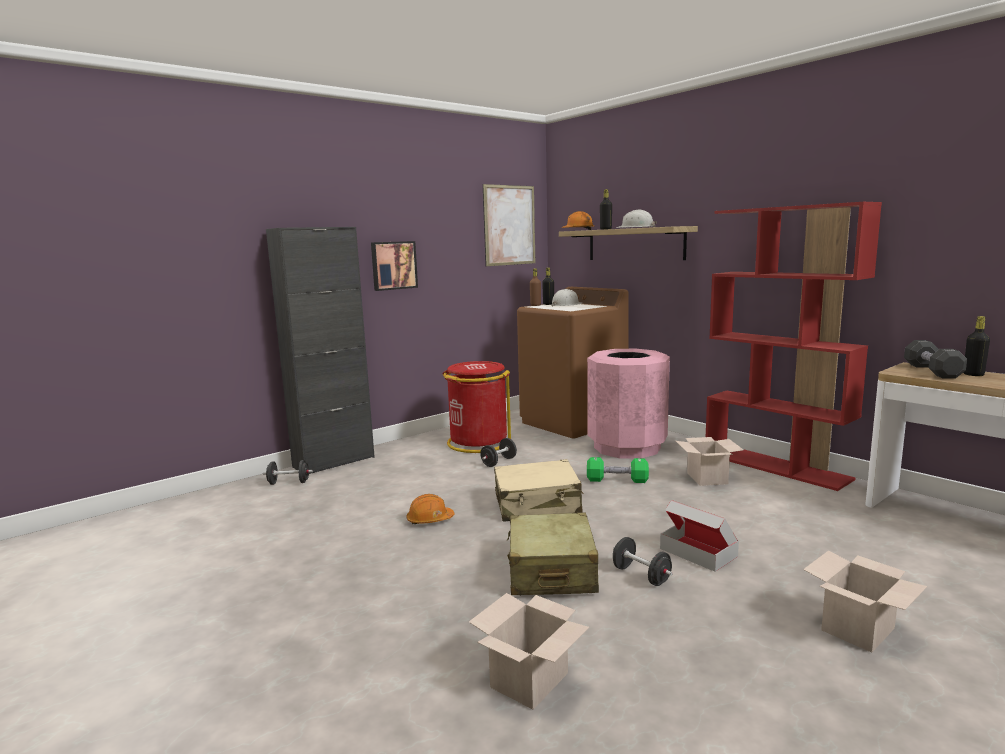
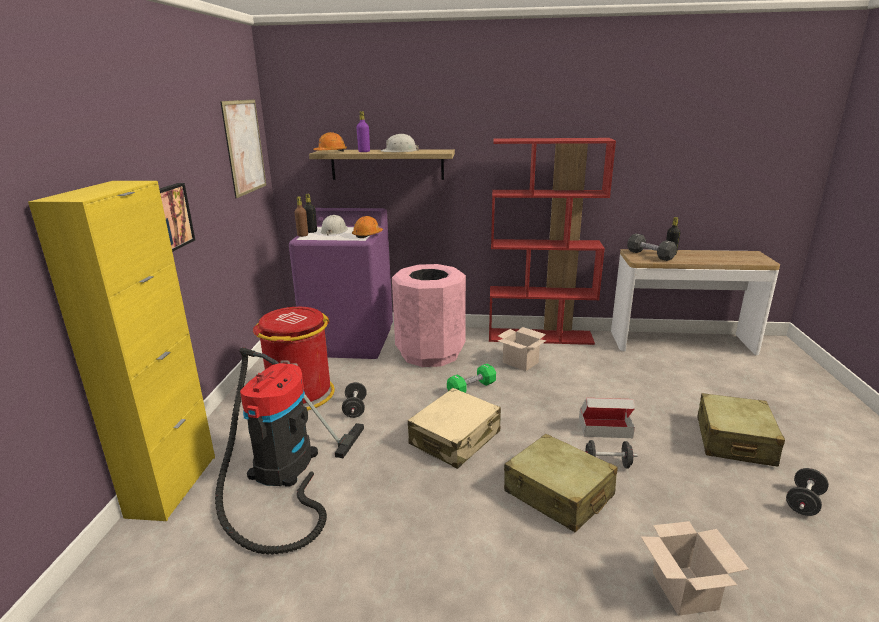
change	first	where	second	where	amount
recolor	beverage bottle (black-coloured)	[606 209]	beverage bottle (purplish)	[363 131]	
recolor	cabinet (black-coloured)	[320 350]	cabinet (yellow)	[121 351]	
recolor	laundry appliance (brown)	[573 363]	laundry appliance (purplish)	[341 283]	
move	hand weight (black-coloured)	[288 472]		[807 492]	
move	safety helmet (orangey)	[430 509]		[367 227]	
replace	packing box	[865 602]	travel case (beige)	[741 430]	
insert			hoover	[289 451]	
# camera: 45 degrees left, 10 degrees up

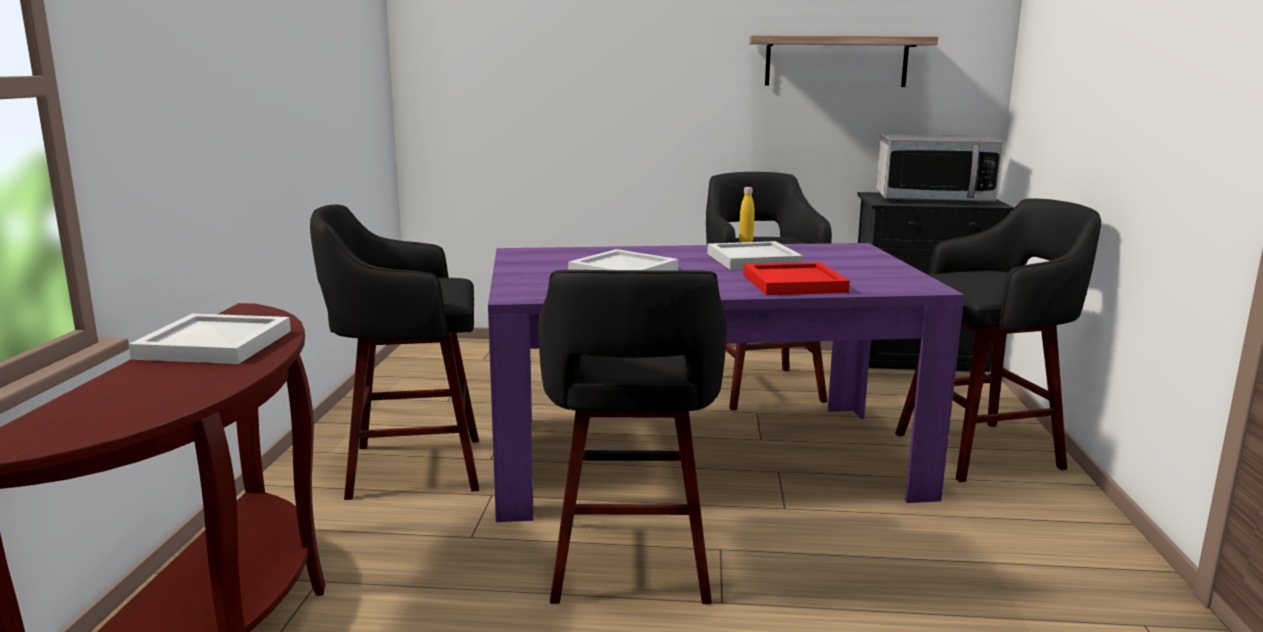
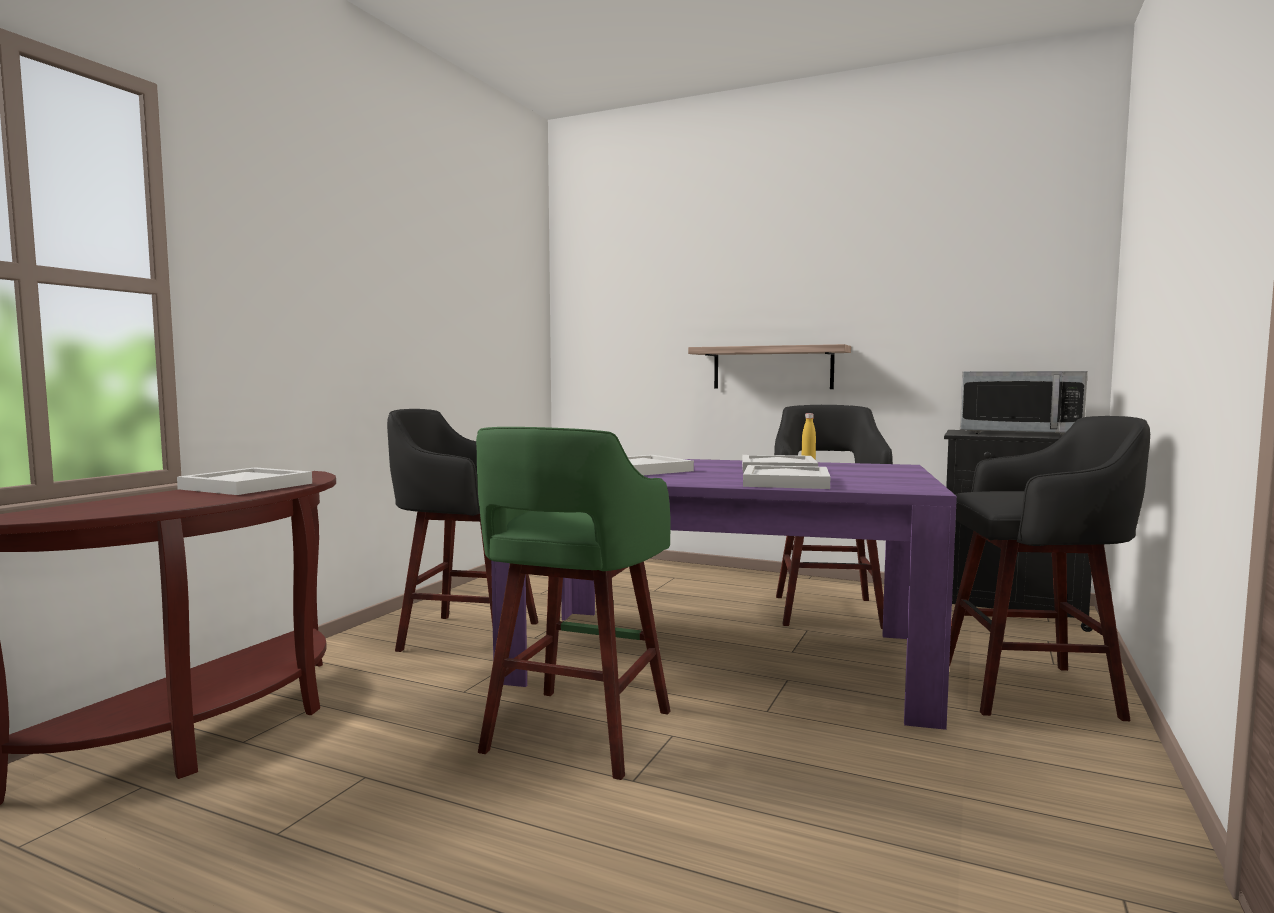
change	first	where	second	where	amount
move	wall shelf	[843 61]		[769 366]	
recolor	carrying tray (reddish)	[796 278]	carrying tray (white-coloured)	[786 477]	
recolor	stool (black-coloured)	[632 437]	stool (green-coloured)	[573 603]	
# camera: 20 degrees right, 10 degrees down

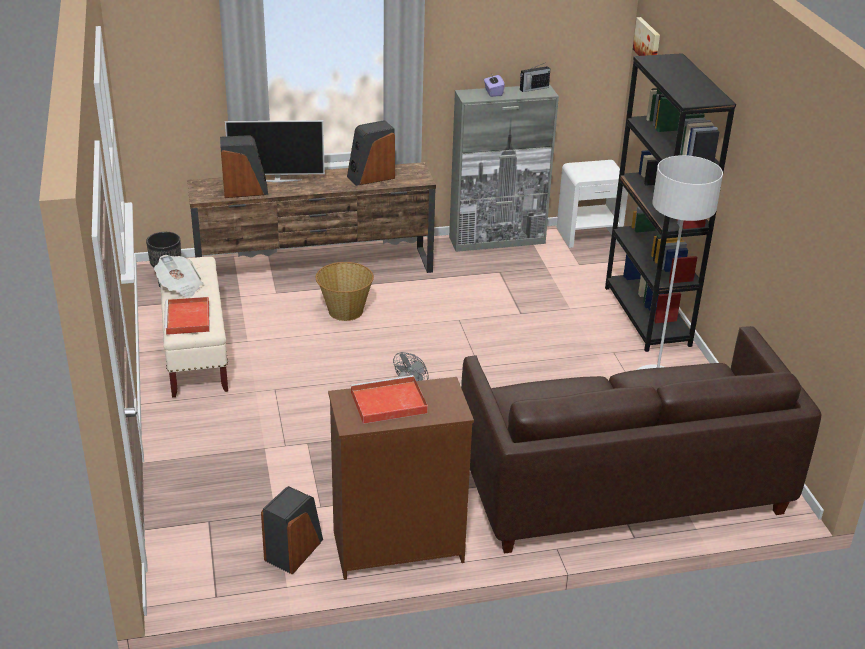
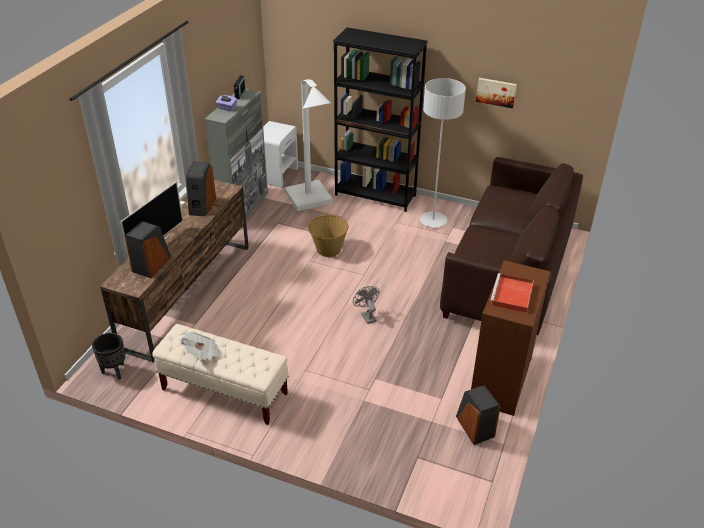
change	first	where	second	where	amount
move	picture	[646 36]		[496 93]	
move	basket	[345 291]		[327 236]	
delete	carrying tray (reddish)	[187 316]			
insert			floor lamp (white-coloured)	[309 145]	
# camera: 55 degrees left, 5 degrees up

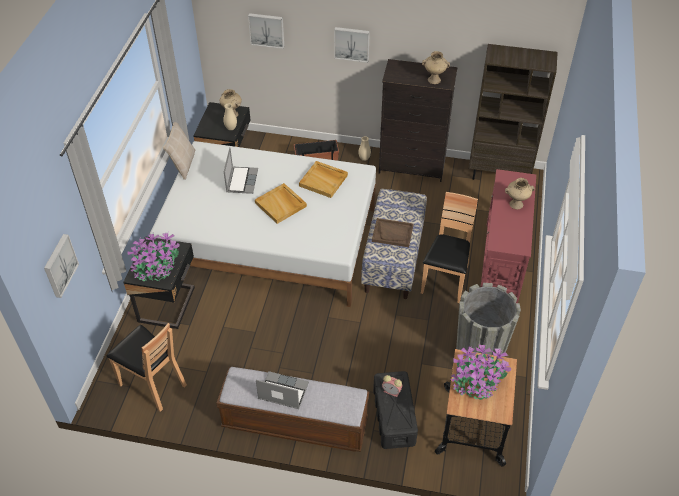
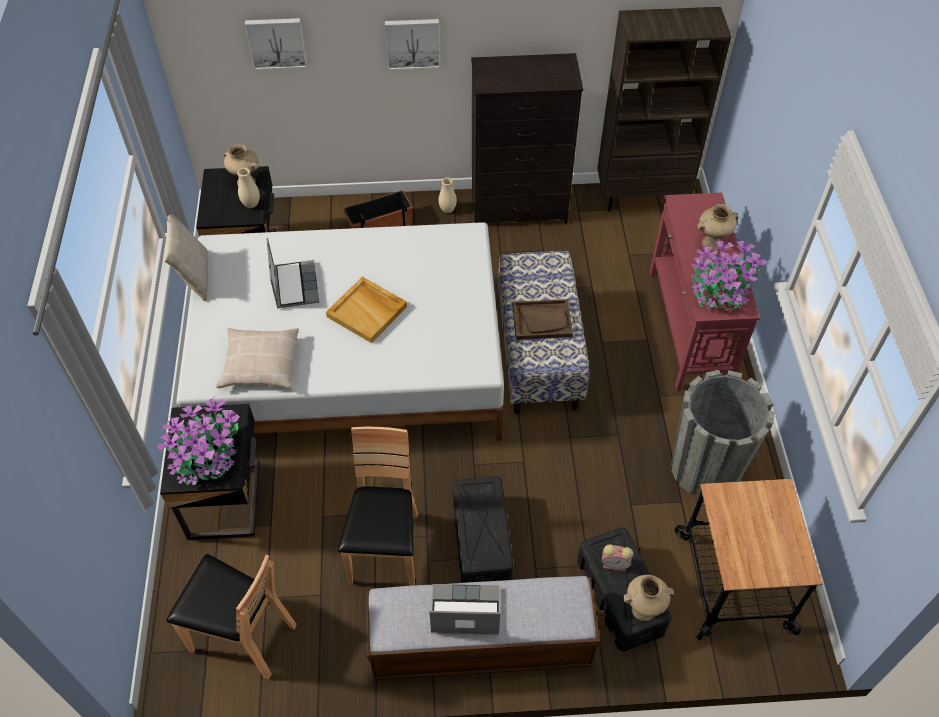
change	first	where	second	where	amount
move	decorative vase (beige)	[436 67]		[648 598]	
delete	carrying tray (beige)	[323 179]			
move	upright chair (brown)	[449 247]		[378 506]	
delete	picture	[61 266]			
move	houseplant	[481 372]		[728 274]	
insert			cushion (beige)	[257 358]	
insert			storage container (black-coloured)	[483 529]	
# camera: 15 degrees left, 5 degrees up

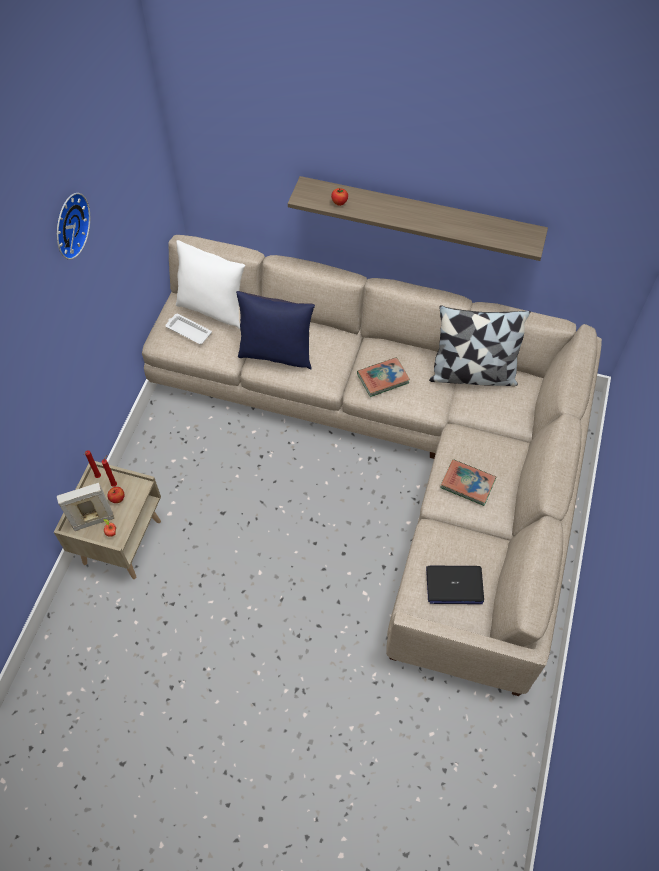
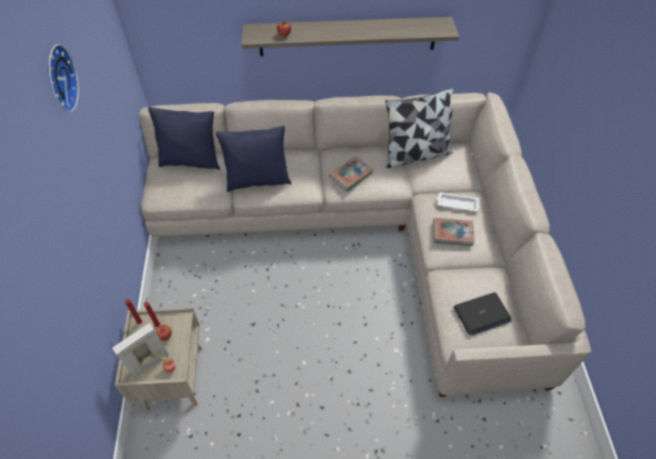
change	first	where	second	where	amount
recolor	cushion (white-coloured)	[210 284]	cushion (bluish)	[184 138]	
move	carrying tray (white-coloured)	[188 329]		[458 202]	
# camera: 20 degrees left, 5 degrees down

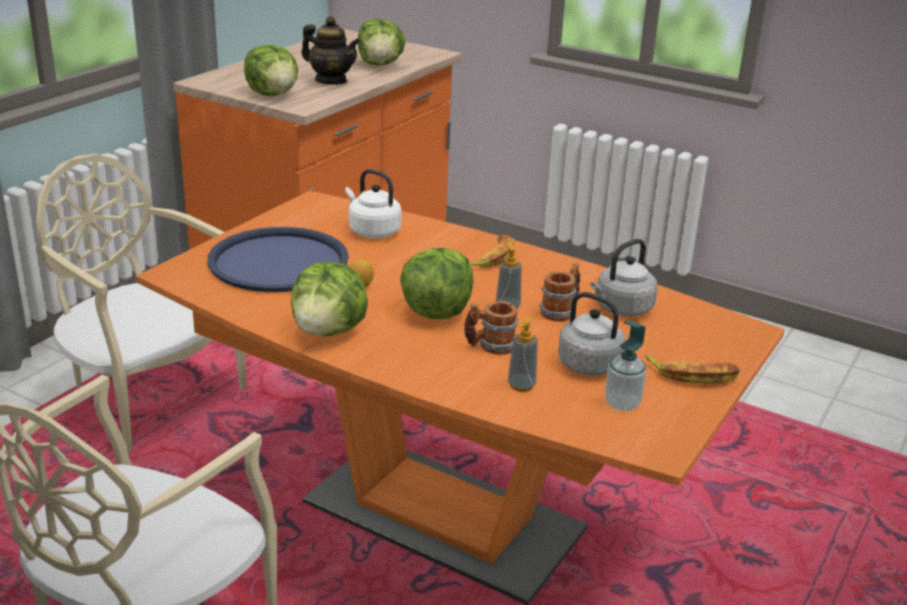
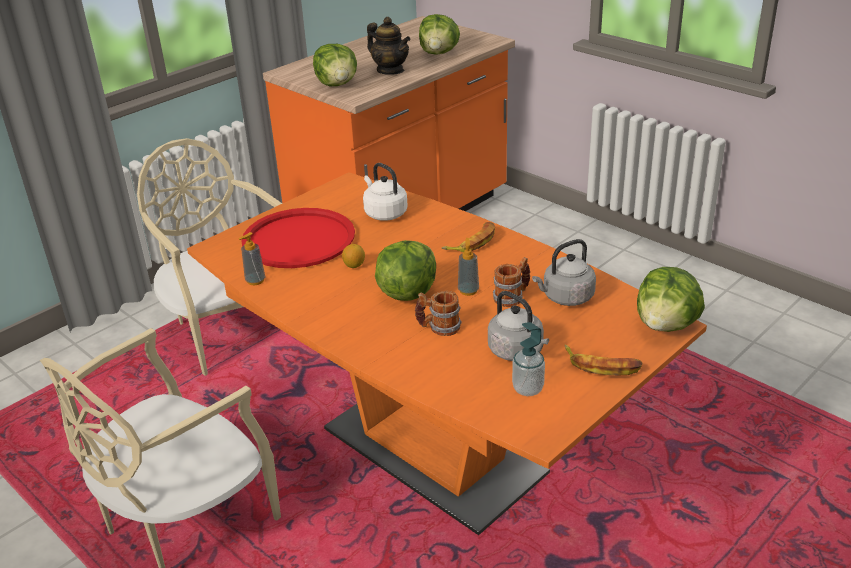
change	first	where	second	where	amount
recolor	carrying tray (bluish)	[278 259]	carrying tray (reddish)	[298 238]	
move	head of lettuce	[329 299]		[671 299]	
move	soap dispenser	[523 354]		[252 258]	
# camera: 15 degrees right, 5 degrees up

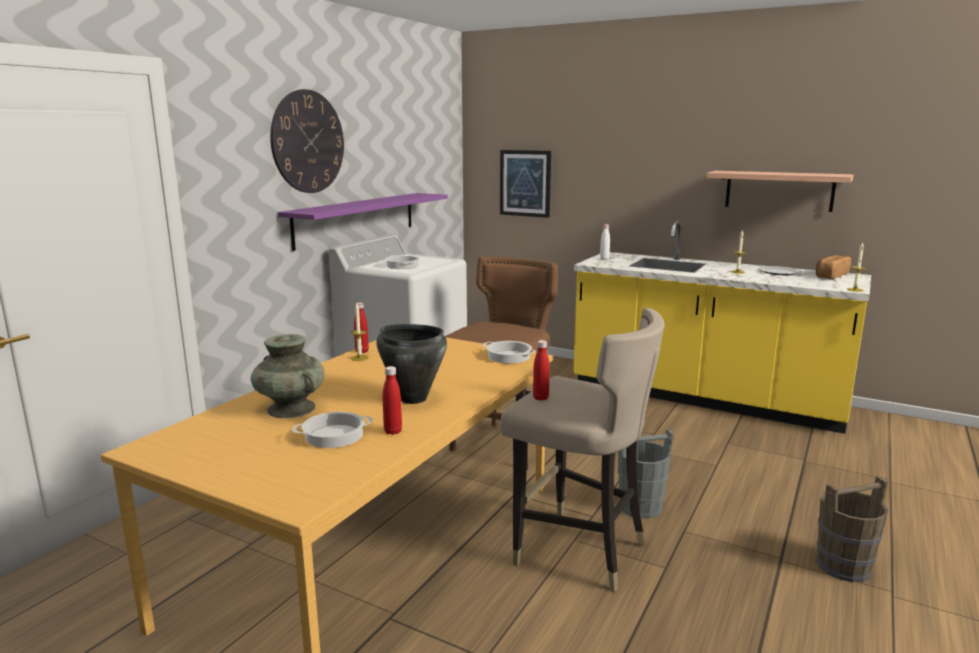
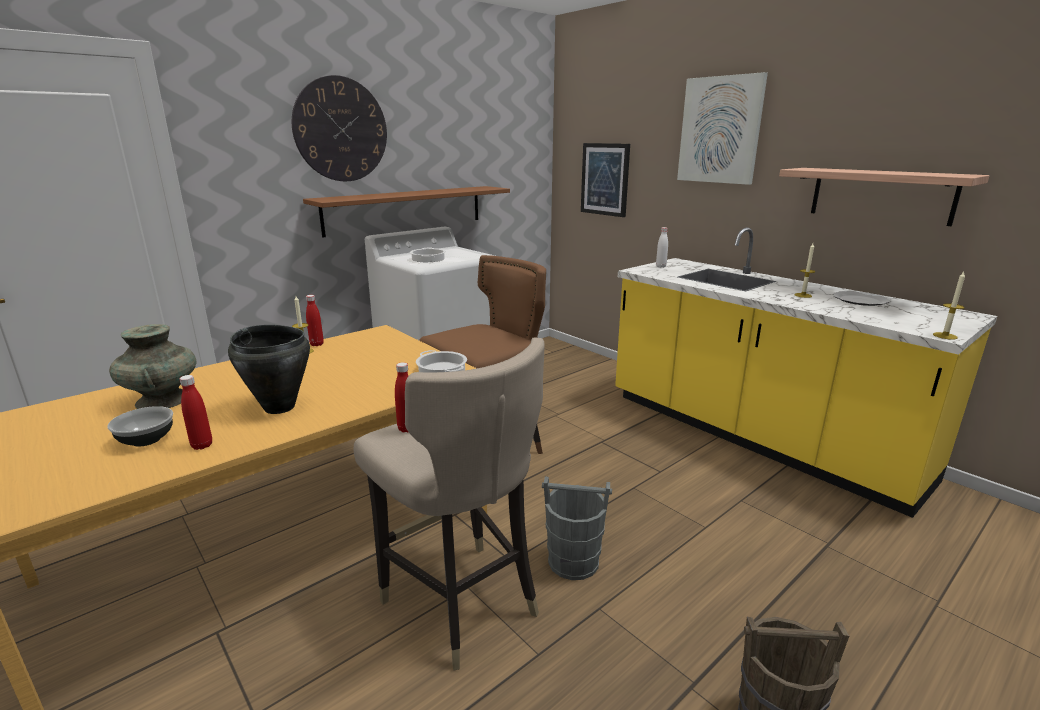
change	first	where	second	where	amount
recolor	wall shelf (purplish)	[363 222]	wall shelf (brown)	[406 212]	
delete	bread	[833 267]			
replace	cooking pot	[332 430]	serving bowl	[140 426]	
insert			picture	[722 128]	
# camera: 20 degrees right, 5 degrees up

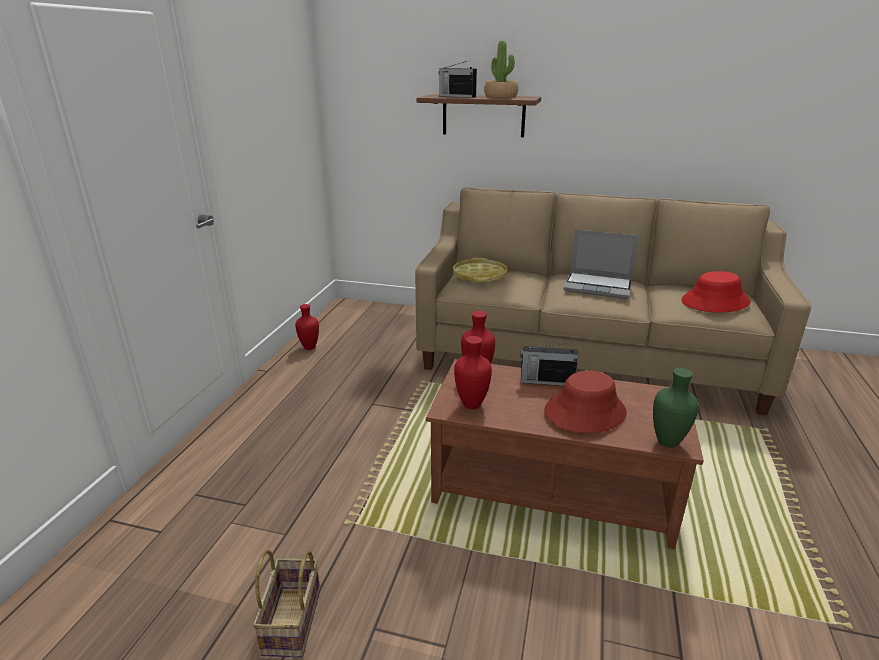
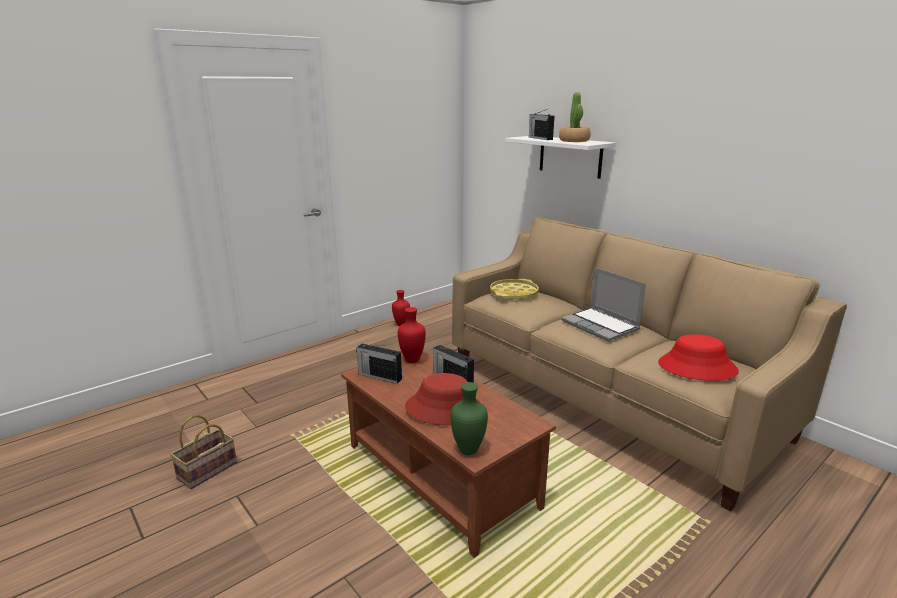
change	first	where	second	where	amount
recolor	wall shelf (brown)	[479 115]	wall shelf (white-coloured)	[560 157]	
replace	decorative vase (reddish)	[473 372]	radio set	[379 364]	
# camera: 35 degrees right, 5 degrees down

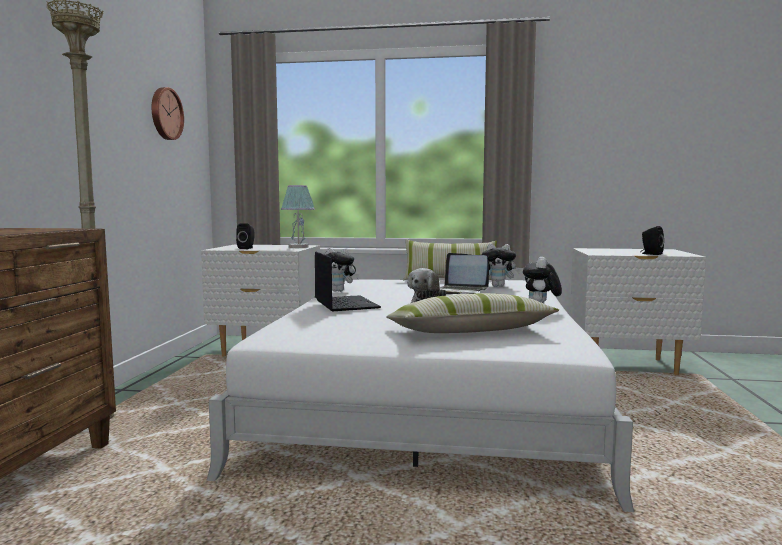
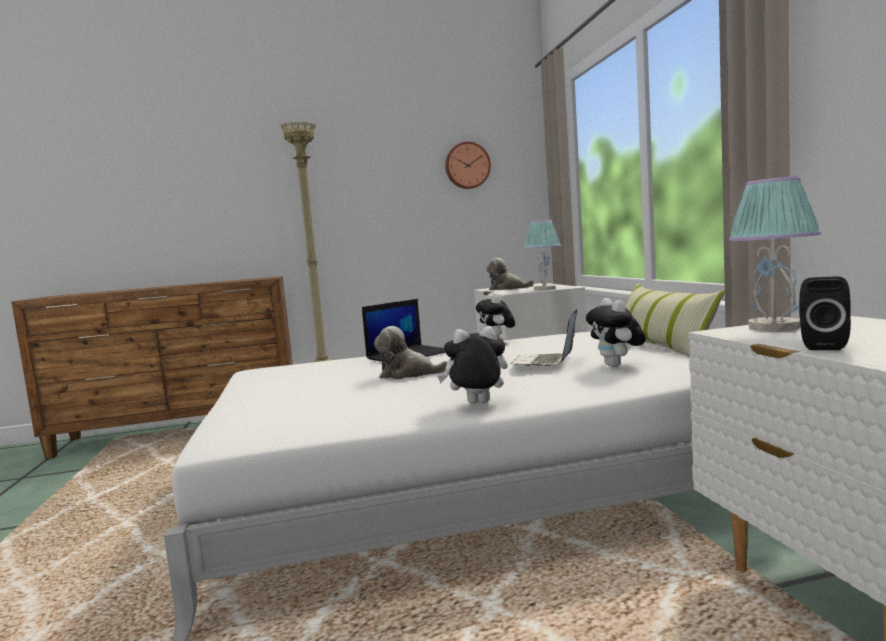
change	first	where	second	where	amount
replace	speaker (black-coloured)	[245 236]	cuddly toy	[510 274]	
delete	cushion	[472 313]			
insert			table lamp	[775 254]	
# camera: 70 degrees right, 0 degrees up

